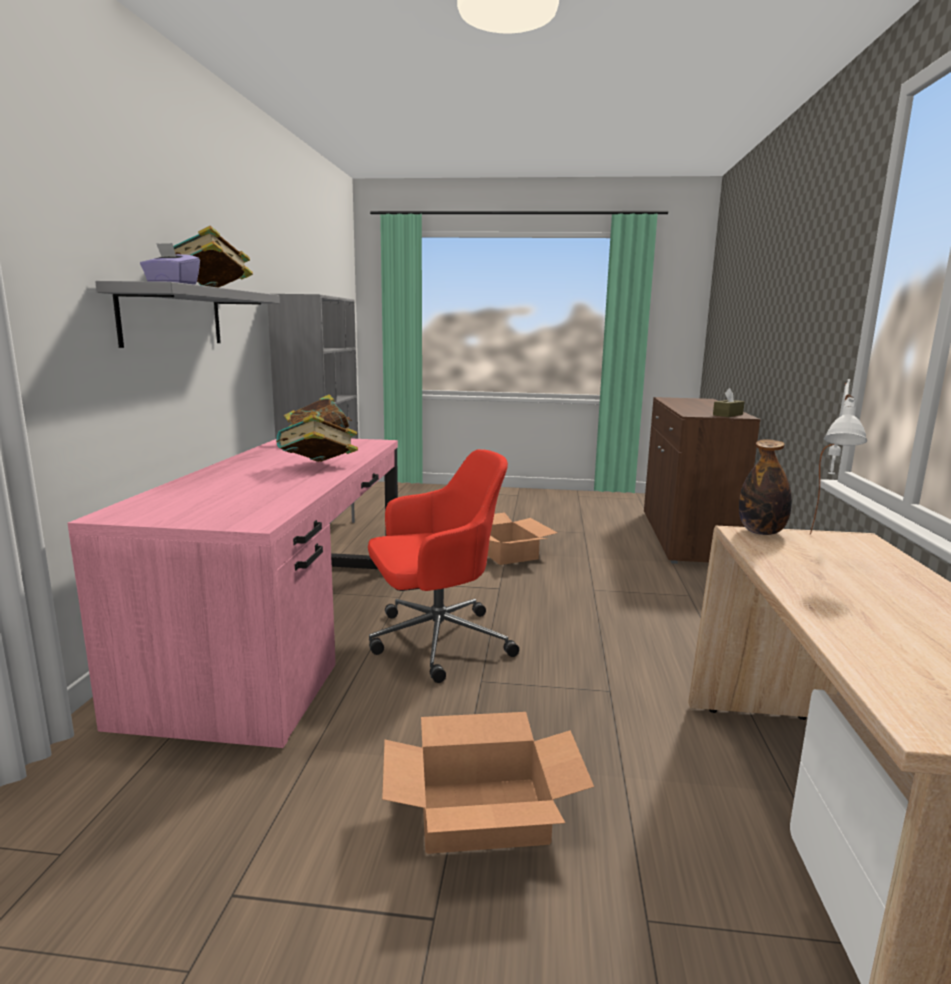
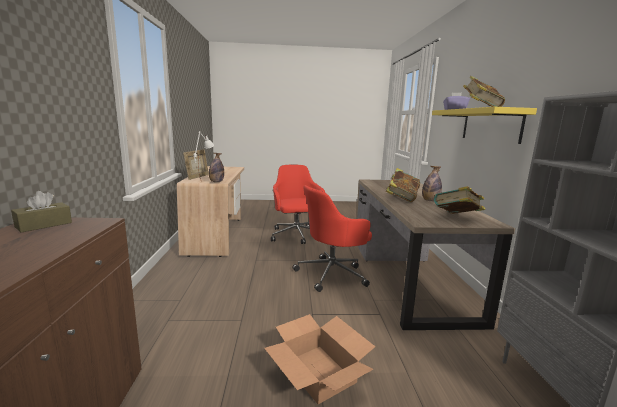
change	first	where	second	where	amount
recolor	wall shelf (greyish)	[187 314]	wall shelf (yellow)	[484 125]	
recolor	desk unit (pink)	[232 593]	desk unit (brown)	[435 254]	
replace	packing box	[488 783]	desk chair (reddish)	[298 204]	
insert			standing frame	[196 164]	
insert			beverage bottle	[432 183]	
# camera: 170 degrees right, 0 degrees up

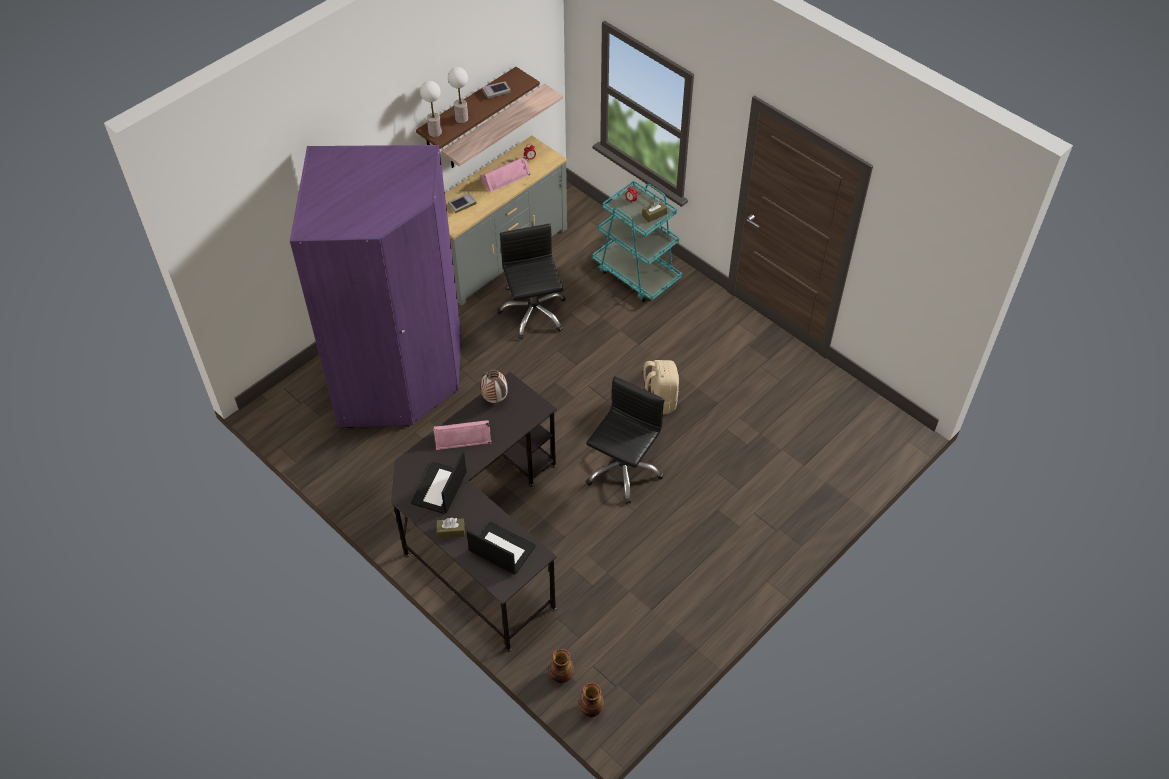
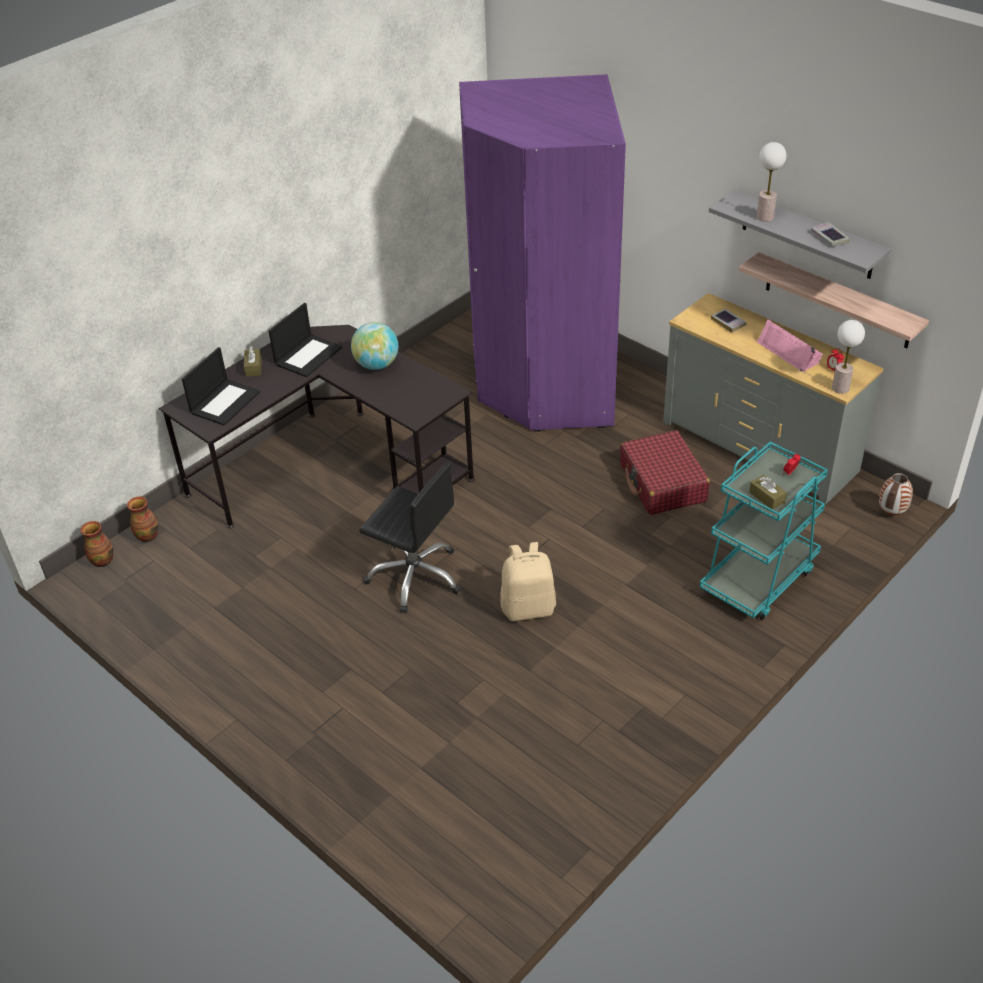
change	first	where	second	where	amount
recolor	wall shelf (brown)	[478 108]	wall shelf (greyish)	[800 234]	
move	table lamp	[431 109]		[848 357]	
replace	desk chair (black-coloured)	[531 282]	travel case (reddish)	[665 472]	
move	decorative vase	[494 386]		[896 494]	
replace	speaker (pink)	[462 435]	globe	[374 346]	
rotate	notebook computer	[439 482]		[305 340]	105 degrees clockwise
# camera: 90 degrees right, 10 degrees down

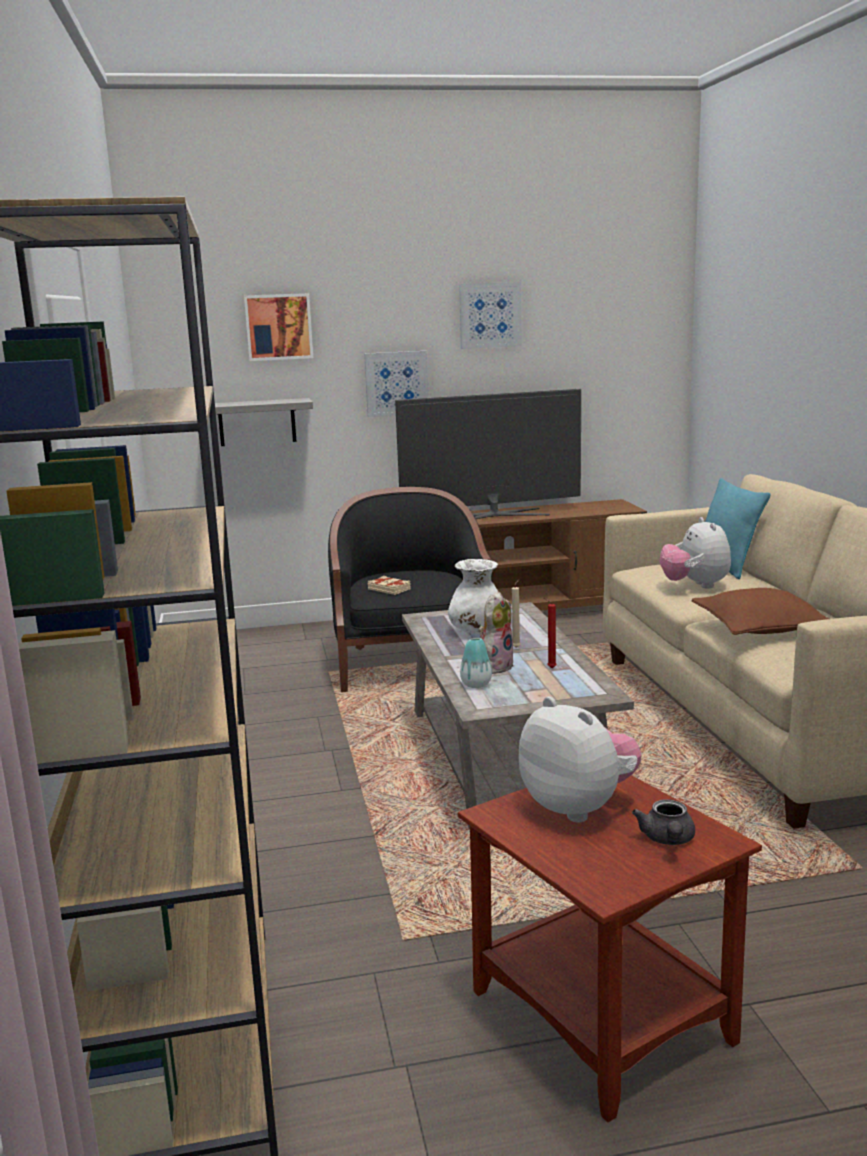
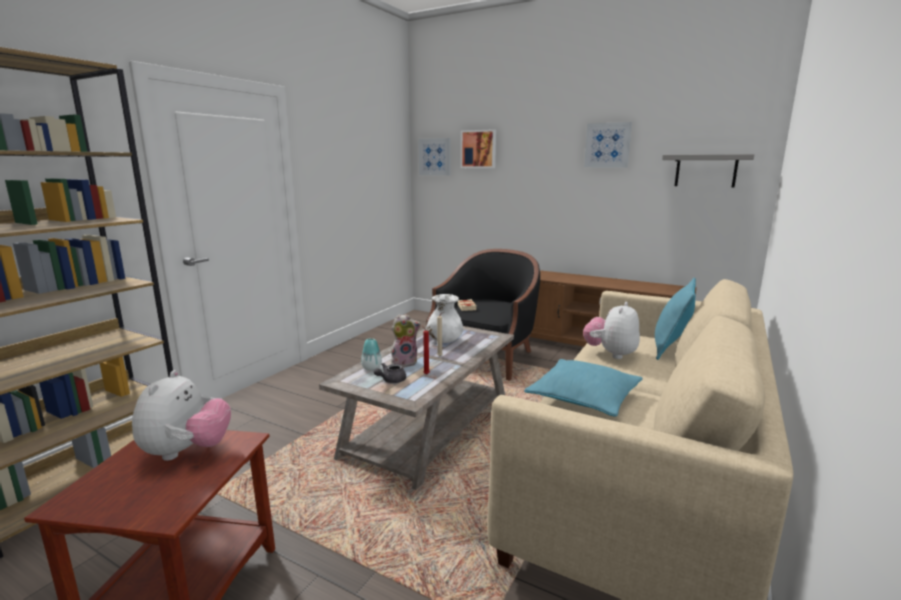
change	first	where	second	where	amount
move	picture	[396 384]		[434 157]	
delete	TV set	[488 454]			
move	wall shelf (greyish)	[264 422]		[708 171]	
recolor	cushion (brown)	[760 611]	cushion (turquoise)	[583 388]	
move	tea pot (greyish)	[663 822]		[390 373]	
# camera: 40 degrees right, 0 degrees up

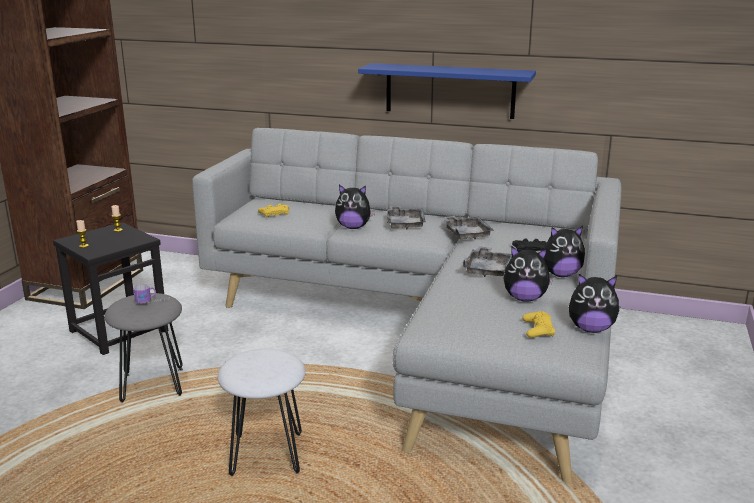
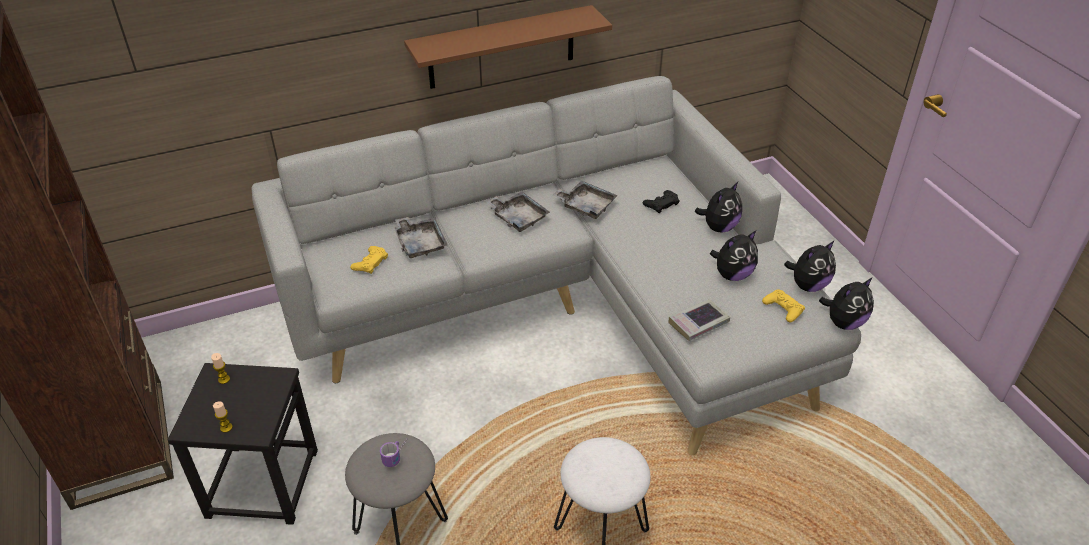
change	first	where	second	where	amount
recolor	wall shelf (bluish)	[447 91]	wall shelf (brown)	[508 47]	
move	cuddly toy	[355 207]		[846 303]	
move	carrying tray (greyish)	[487 261]		[420 237]	
insert			book	[699 320]	
# camera: 40 degrees left, 20 degrees up

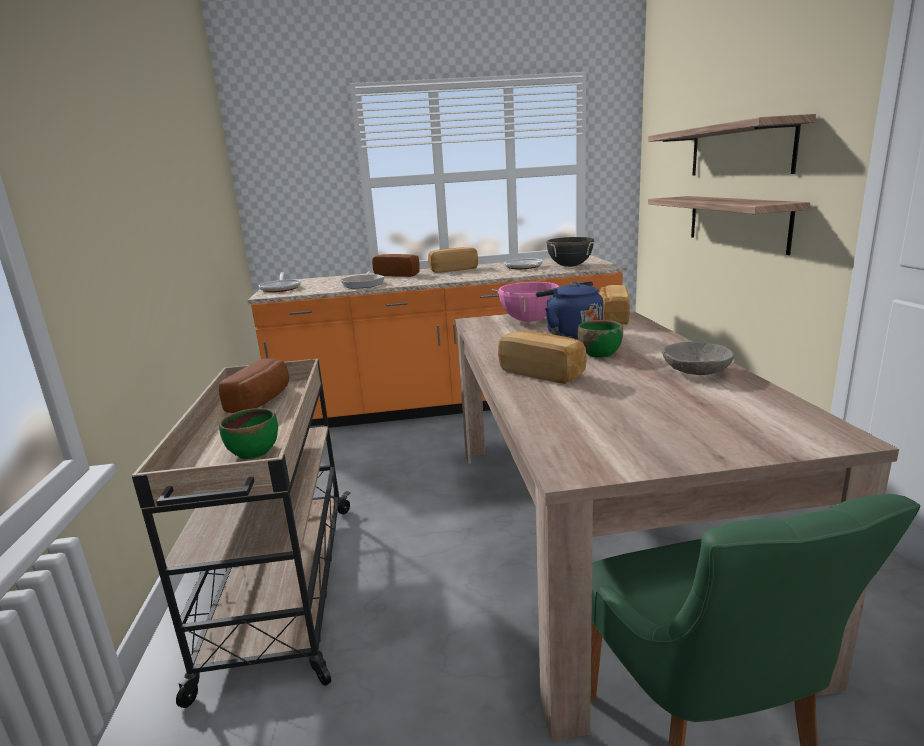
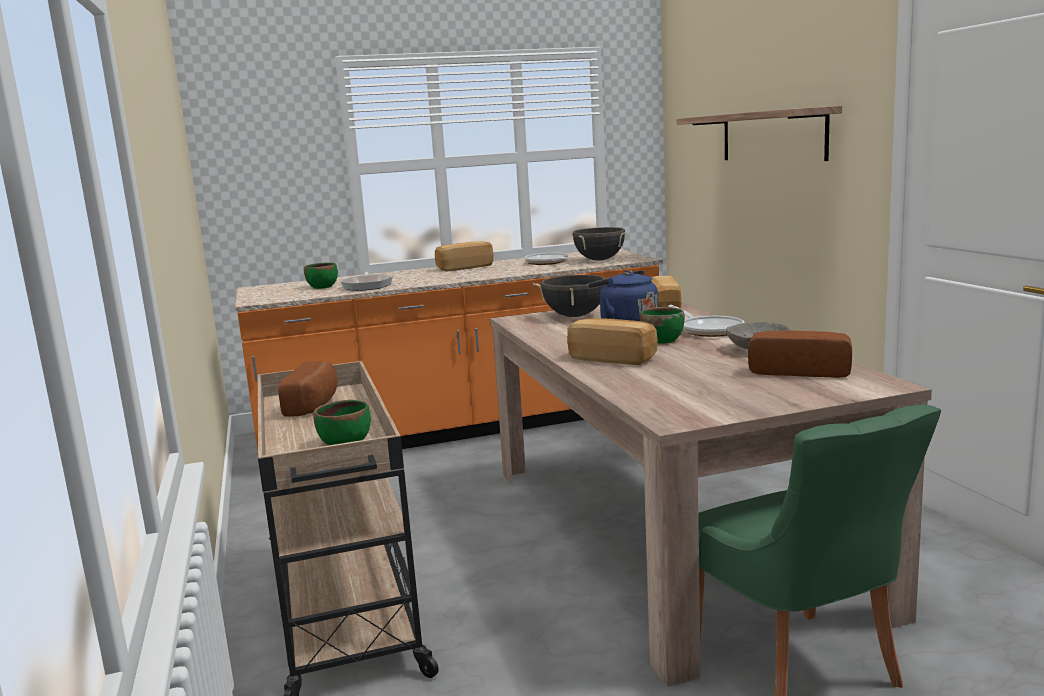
change	first	where	second	where	amount
delete	wall shelf	[729 225]			
move	bread	[396 265]		[800 354]	
move	skillet	[280 282]		[706 321]	
recolor	cooking pot (pink)	[525 302]	cooking pot (black-coloured)	[569 296]	
insert			serving bowl (green-coloured)	[321 275]	
# camera: 10 degrees left, 5 degrees down

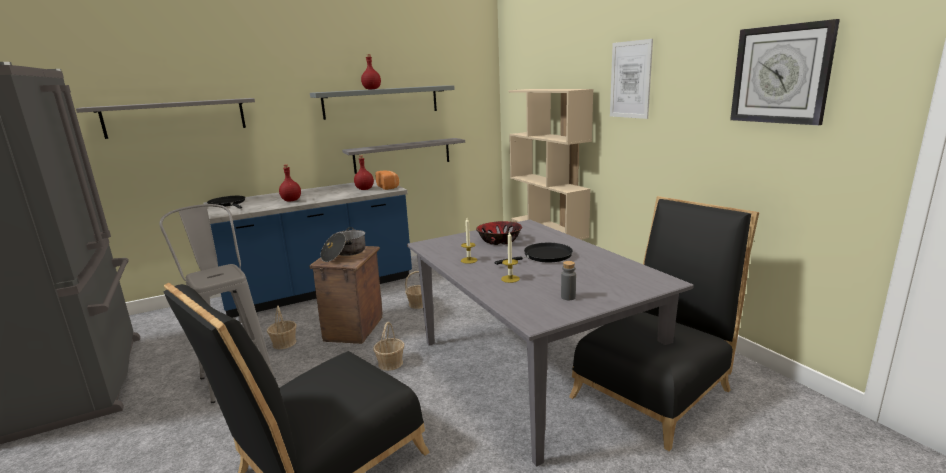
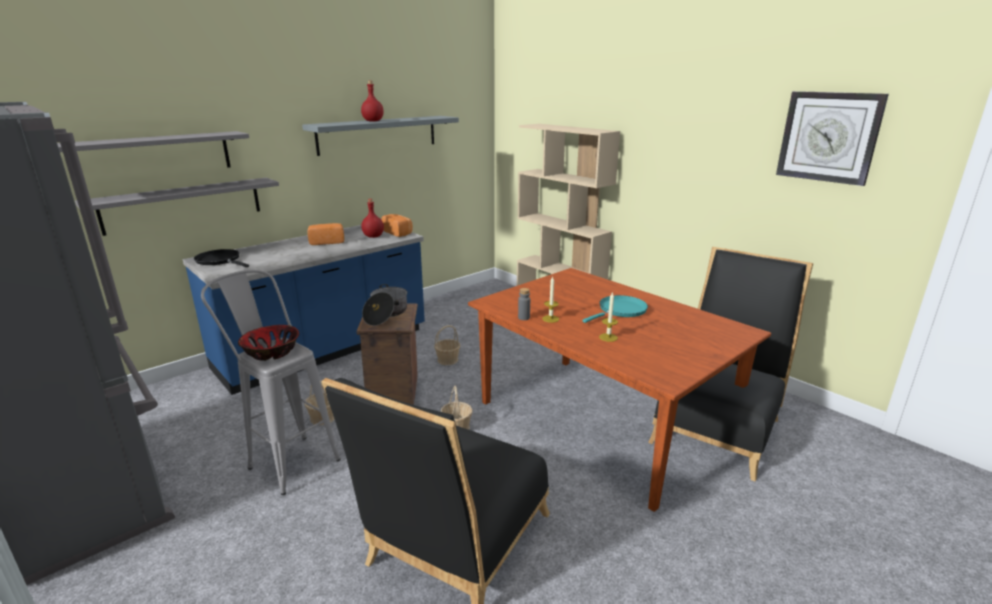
change	first	where	second	where	amount
delete	picture	[631 79]			
move	wall shelf (greyish)	[403 156]		[177 207]	
delete	beverage bottle (reddish)	[290 182]			
recolor	kitchen table (greyish)	[550 343]	kitchen table (brown)	[619 390]	
move	serving bowl	[499 233]		[268 343]	
recolor	skillet (black-coloured)	[534 254]	skillet (turquoise)	[615 309]	
move	beverage bottle (greyish)	[568 280]		[524 304]	
insert			bread	[326 234]	
# camera: 15 degrees left, 5 degrees up

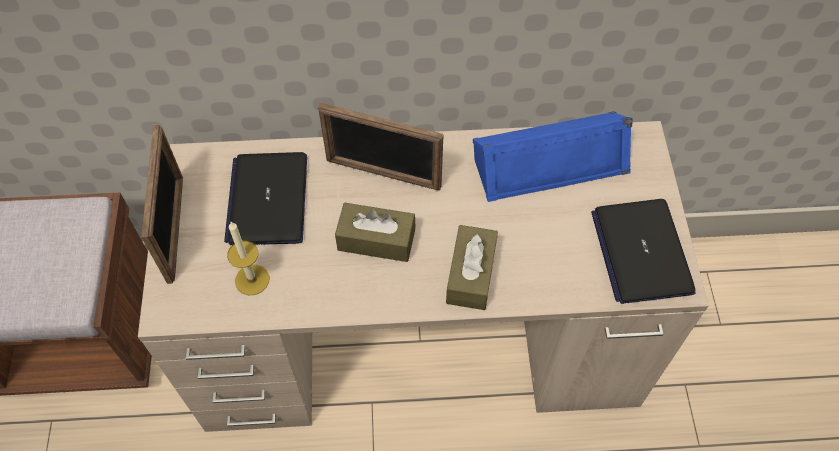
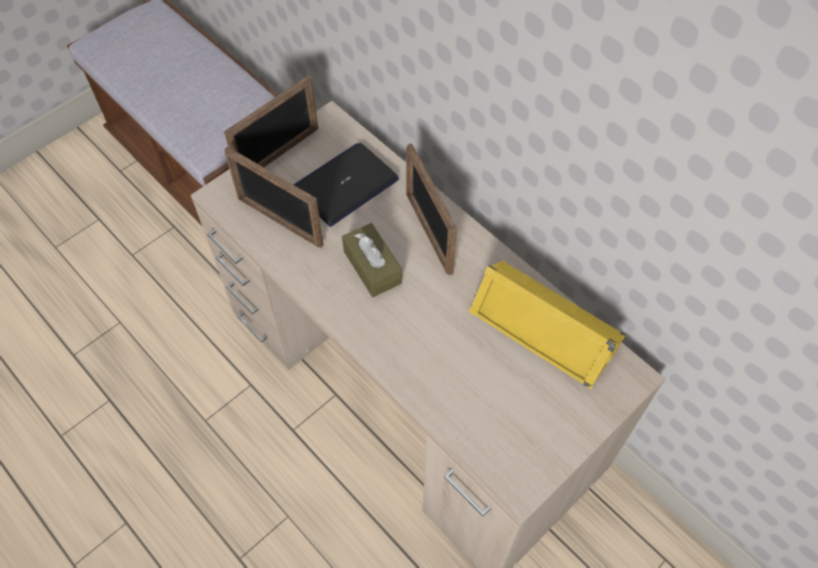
change	first	where	second	where	amount
recolor	speaker (bluish)	[552 156]	speaker (yellow)	[547 324]	
delete	notebook computer	[643 251]			
replace	wax candle	[248 259]	standing frame	[274 197]	
delete	tissue holder (brown)	[472 267]			
# camera: 50 degrees right, 0 degrees up

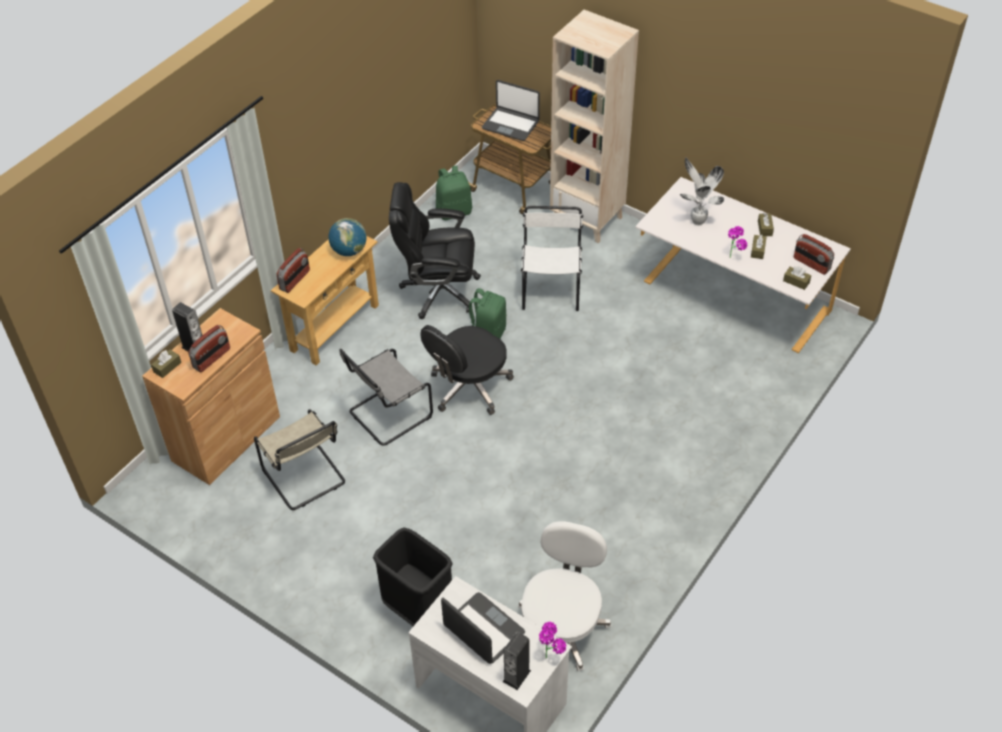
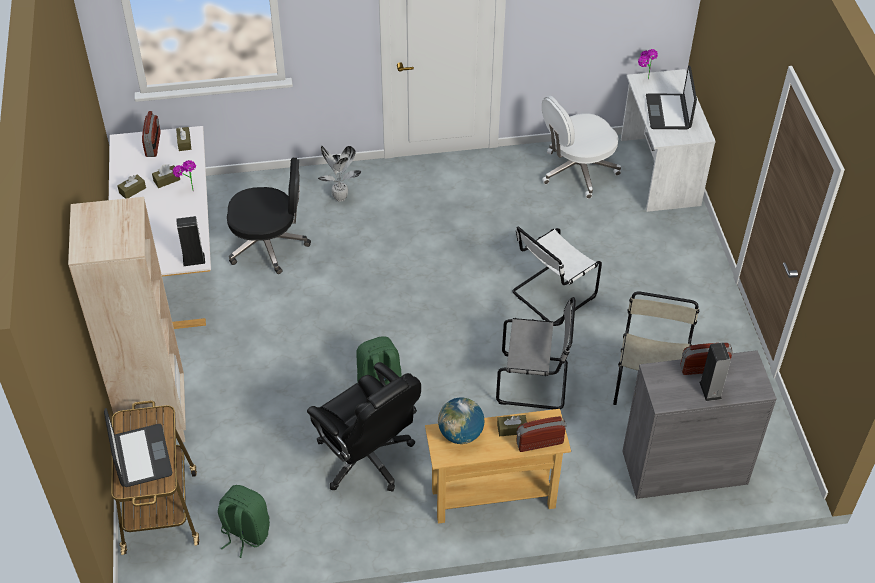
change	first	where	second	where	amount
move	houseplant	[702 192]		[339 173]	
move	upright chair (white-coloured)	[552 258]		[557 274]	
recolor	cabinet (brown)	[211 396]	cabinet (greyish)	[699 424]	
move	desk chair (black-coloured)	[467 370]		[269 216]	
move	tissue holder (brown)	[166 364]		[512 425]	
delete	rubbish bin (black-coloured)	[413 577]			
move	speaker	[517 661]		[190 241]	
# camera: 135 degrees left, 0 degrees up

